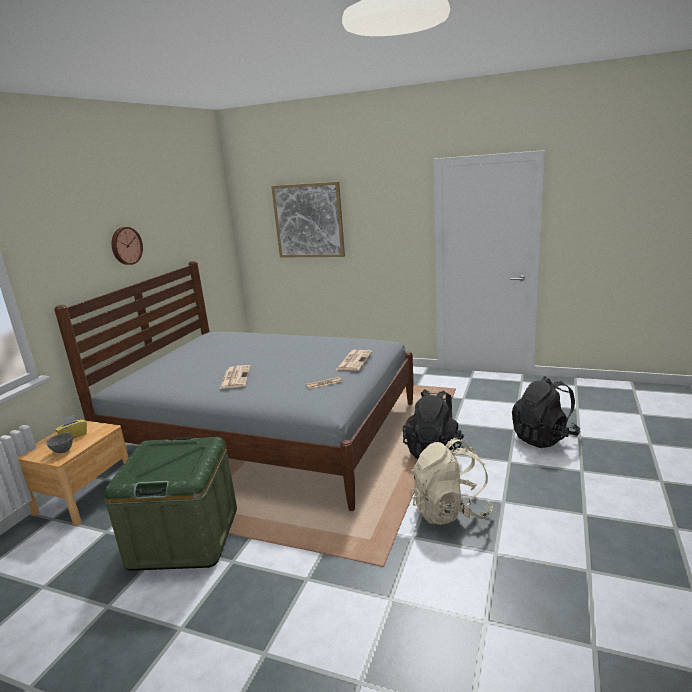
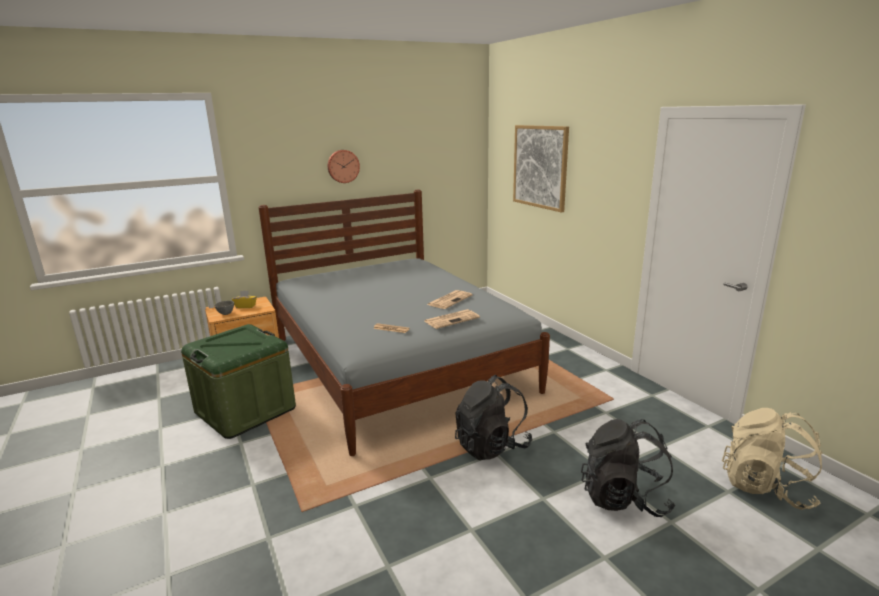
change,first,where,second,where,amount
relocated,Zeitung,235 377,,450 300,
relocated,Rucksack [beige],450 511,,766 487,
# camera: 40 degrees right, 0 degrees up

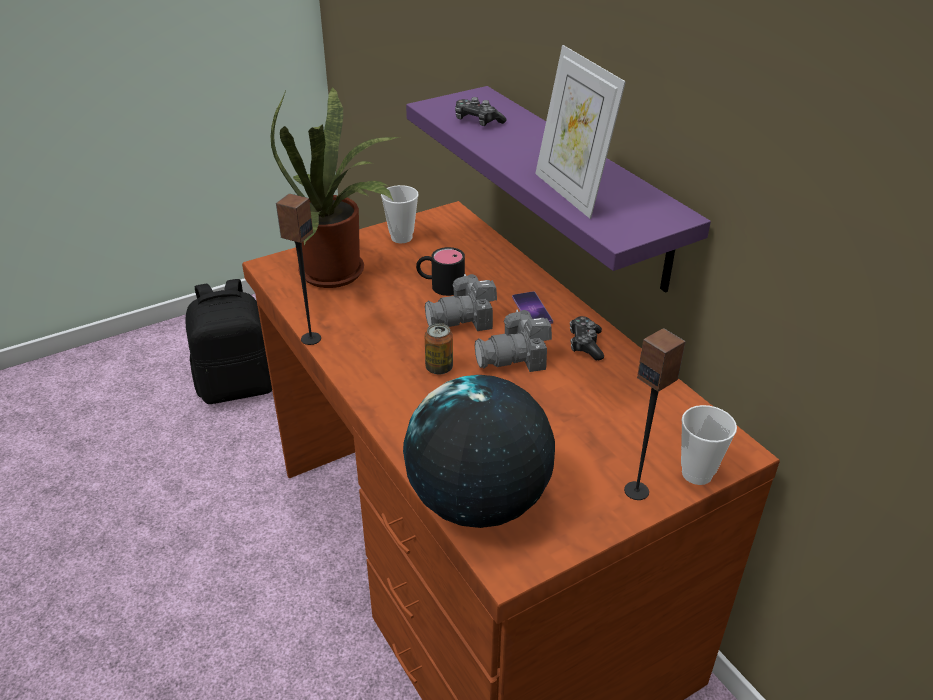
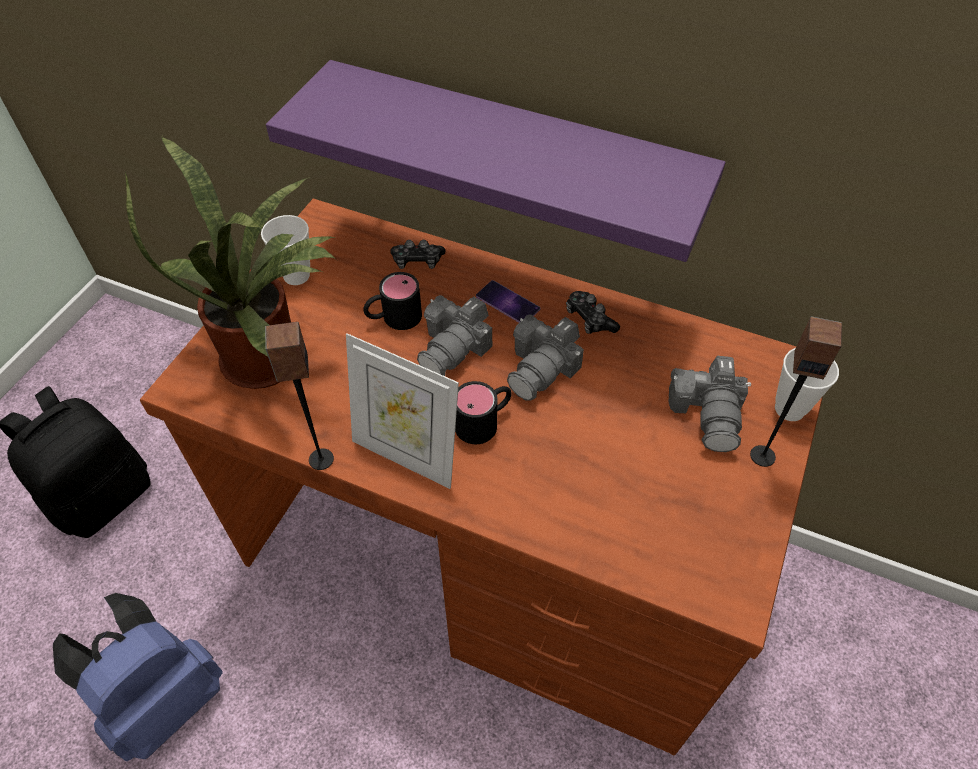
change,first,where,second,where,amount
relocated,Bilderrahmen,571 193,,406 455,
relocated,Gamepad,477 121,,417 261,
exchanged,Dose,439 368,Henkelbecher [schwarz],484 421,
missing,Globus,478 503,,,
appeared,,,Kamera,709 414,
appeared,,,Rucksack [blau],164 699,
# camera: 35 degrees left, 15 degrees up

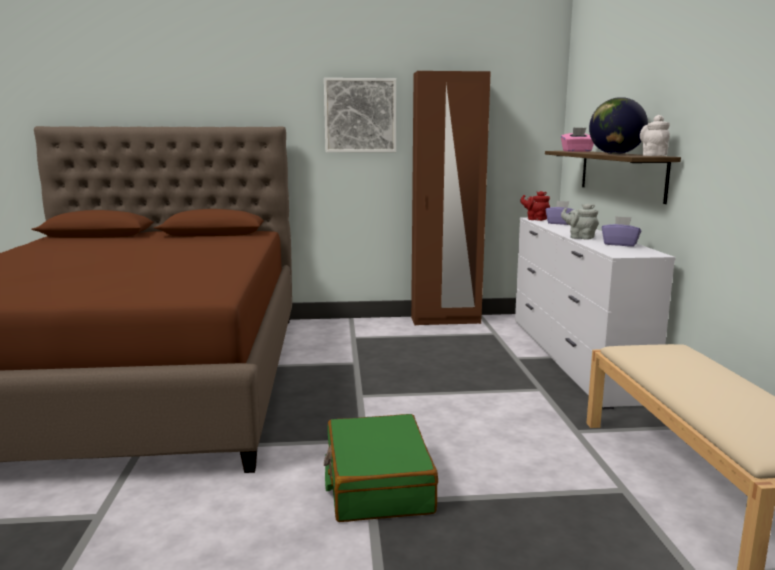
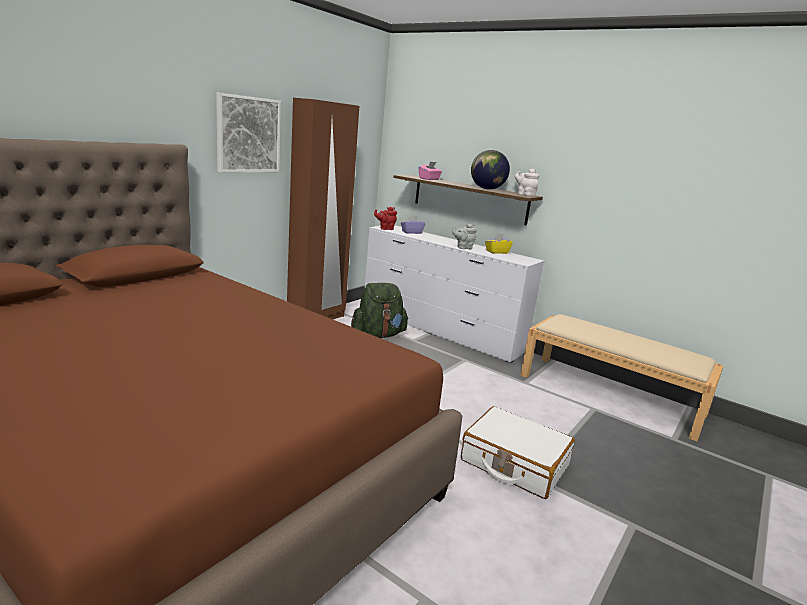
change,first,where,second,where,amount
colour,Taschentuchbox [lila],620 244,Taschentuchbox [gelb],497 252,
colour,Koffer [grün],377 483,Koffer [weiß],514 463,
appeared,,,Rucksack [grün],378 335,
# camera: 50 degrees left, 5 degrees up

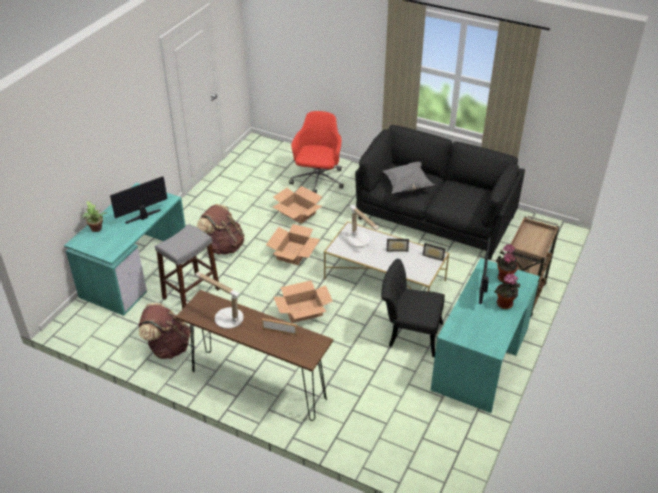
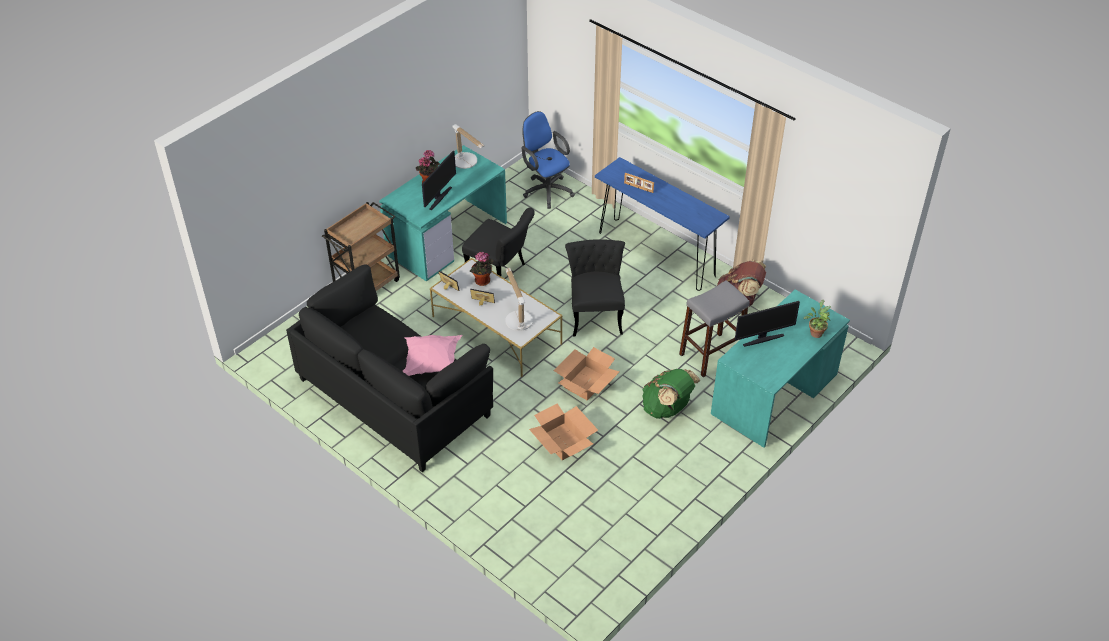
change,first,where,second,where,amount
missing,Bürostuhl [rot],318 180,,,
colour,Kissen [grau],406 186,Kissen [rosa],432 363,
colour,Rucksack [braun],223 246,Rucksack [grün],667 408,
relocated,Topfpflanze,504 277,,482 282,
relocated,Tischlampe,226 317,,466 163,
exchanged,Karton,303 310,Stuhl [schwarz],595 313,
colour,Konsolentisch [braun],258 385,Konsolentisch [blau],656 254,
appeared,,,Bürostuhl [blau],546 190,
# camera: 165 degrees left, 5 degrees up

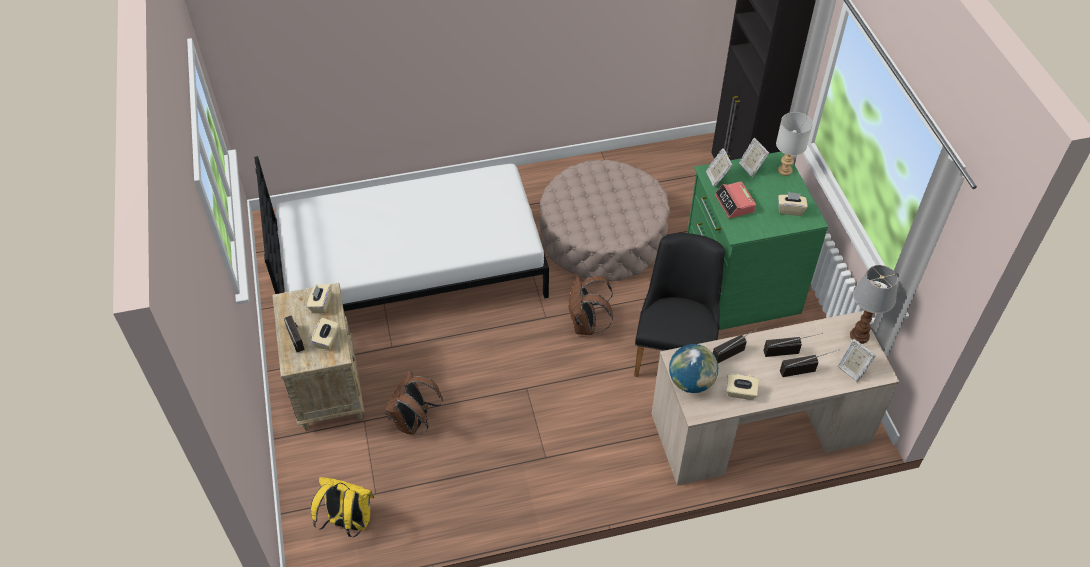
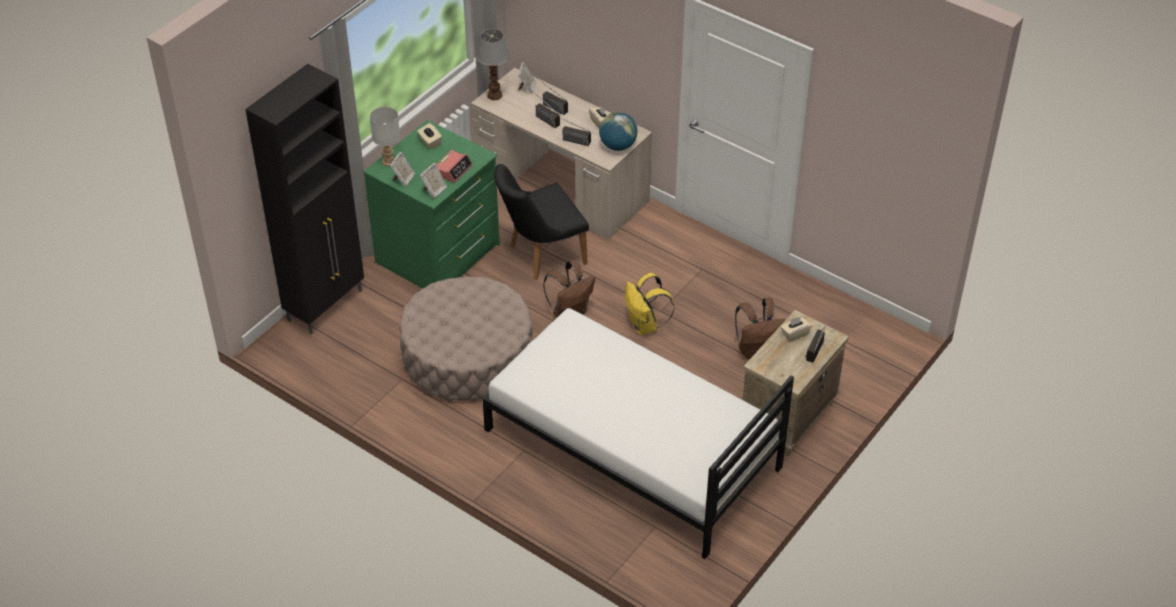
change,first,where,second,where,amount
missing,Taschentuchbox [beige],321 303,,,
relocated,Rucksack [gelb],348 522,,645 325,
# camera: 130 degrees left, 5 degrees down

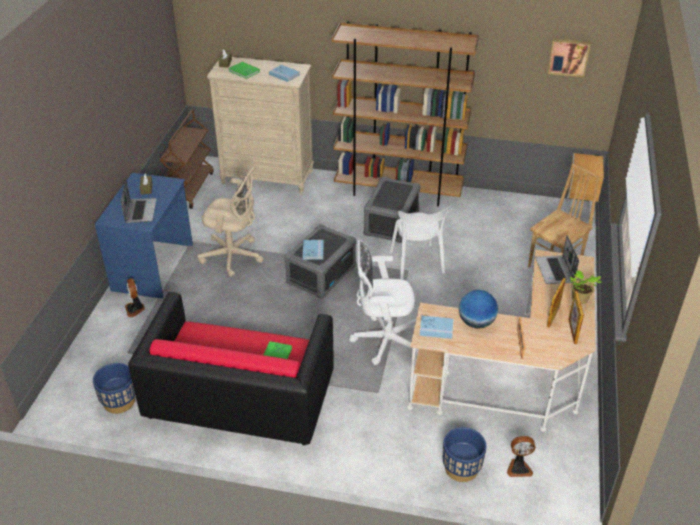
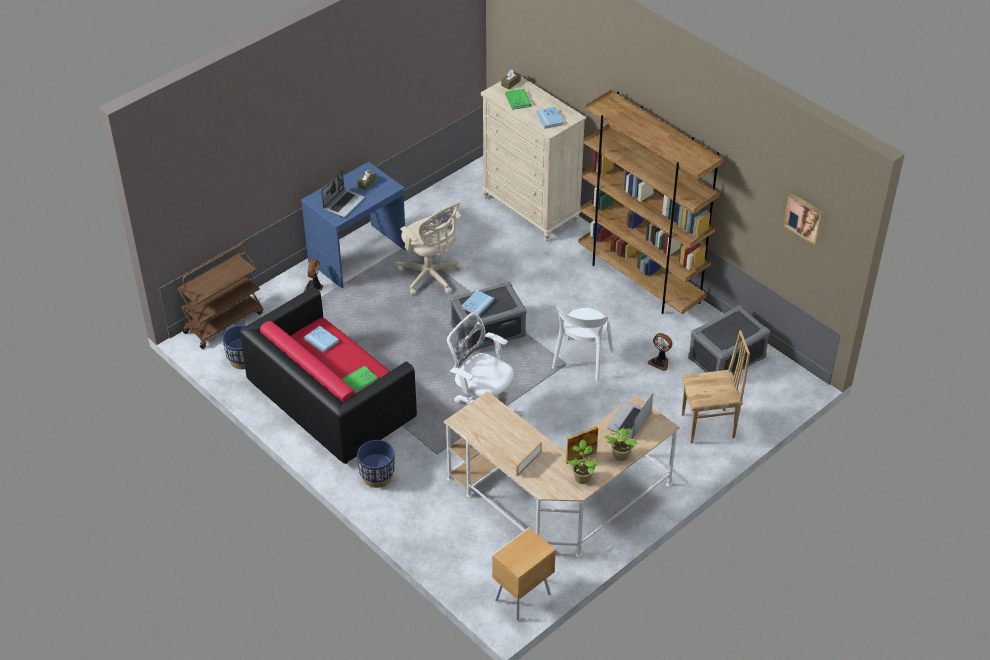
change,first,where,second,where,amount
relocated,Rollwagen [braun],190 188,,224 322,
relocated,Nachttisch [braun],577 213,,521 598,
relocated,Aufbewahrungsbox [grau],391 223,,726 358,
missing,Globus,476 323,,,
exchanged,Bilderrahmen,572 331,Topfpflanze,582 477,
relocated,Buch [blau],436 328,,321 340,
relocated,Pflanzkübel [blau],461 468,,377 476,
relocated,Ventilator,518 467,,660 362,
# camera: 35 degrees right, 5 degrees up

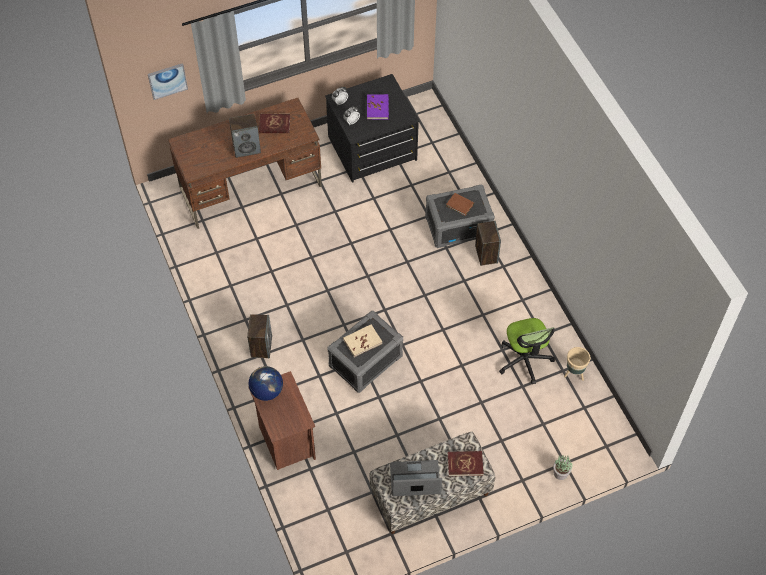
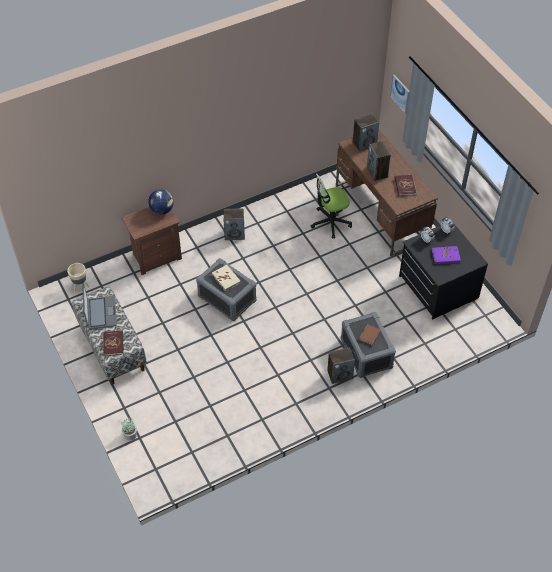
change,first,where,second,where,amount
relocated,Bürostuhl,524 360,,330 222,
relocated,Pflanzkübel [beige],574 374,,80 286,
appeared,,,Lautsprecher,364 143,
# camera: 85 degrees right, 5 degrees down

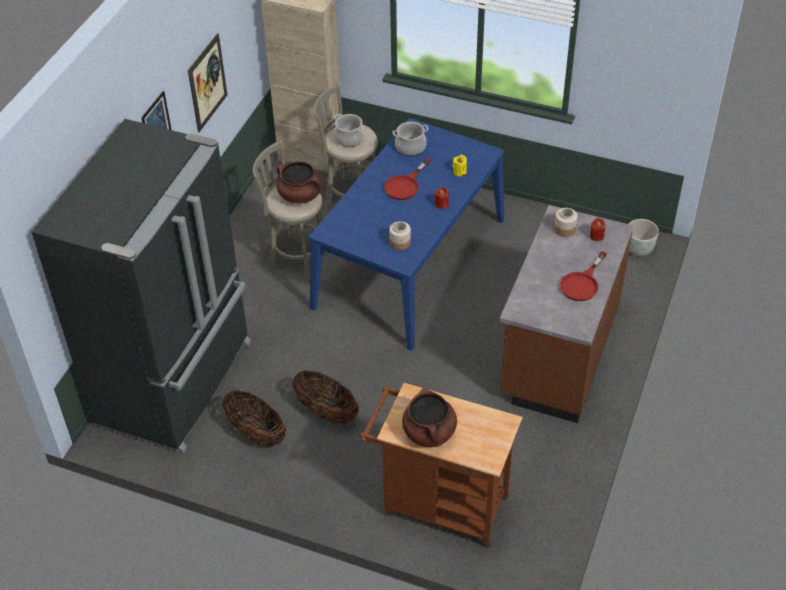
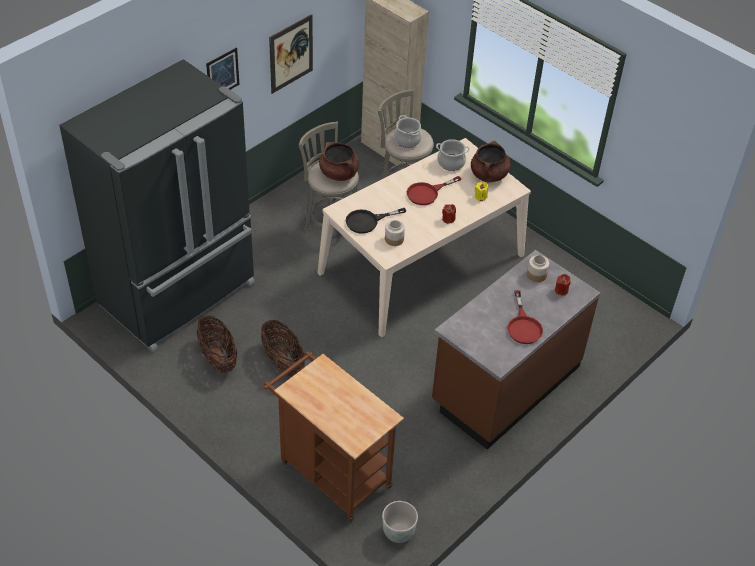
change,first,where,second,where,amount
colour,Esstisch [blau],410 262,Esstisch [beige],421 264,
relocated,Pflanzkübel [grau],638 249,,398 532,
spun,Pfanne [rot],582 283,,523 326,60 degrees counterclockwise
relocated,Kochtopf [braun],429 432,,489 175,
appeared,,,Pfanne [schwarz],367 221,
# camera: 20 degrees right, 0 degrees up

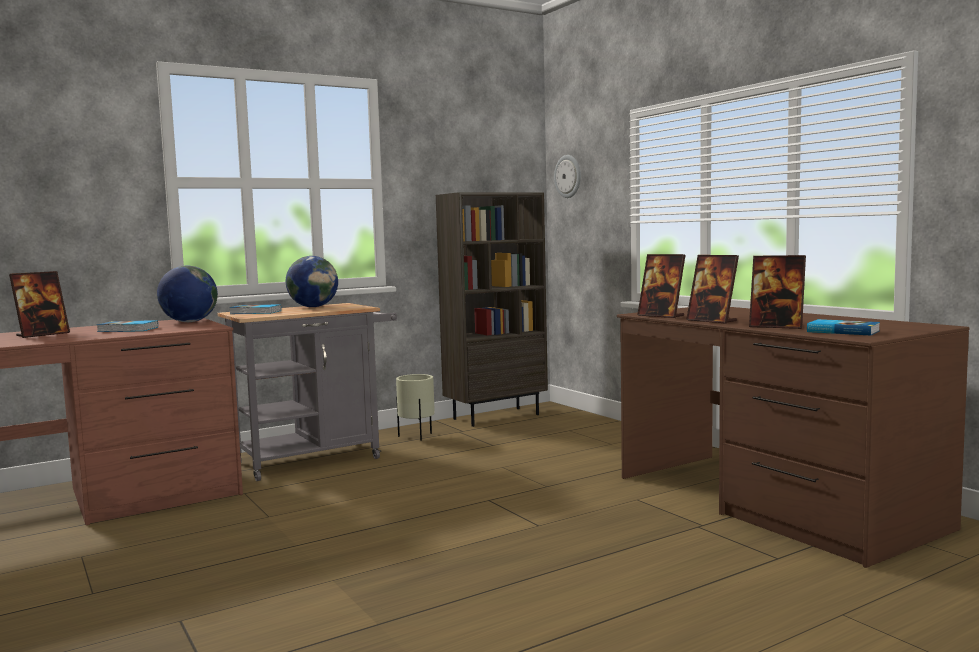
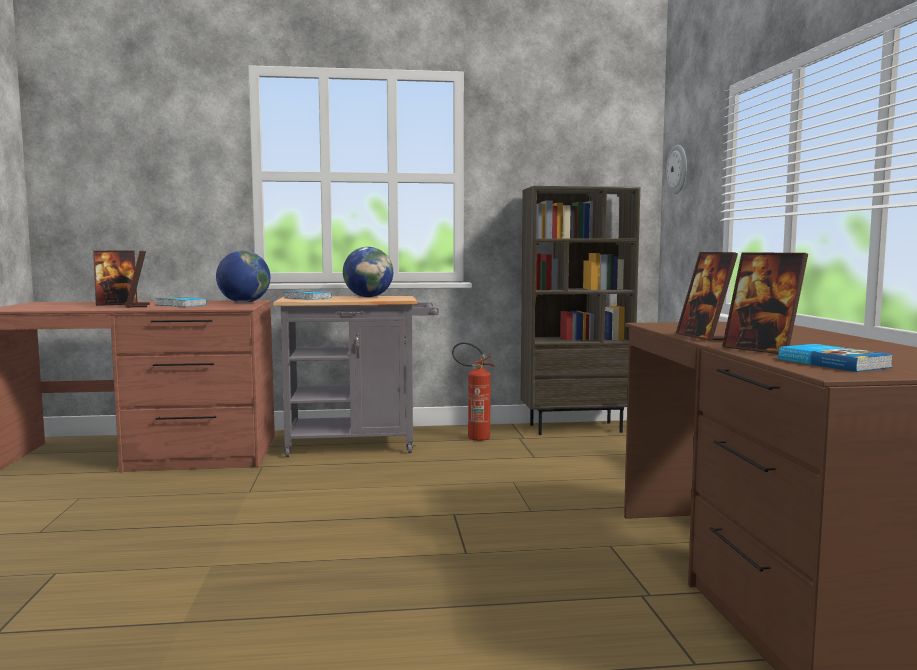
change,first,where,second,where,amount
relocated,Bilderrahmen,661 316,,137 306,
exchanged,Pflanzkübel [beige],417 437,Feuerlöscher,473 438,
# camera: 25 degrees right, 0 degrees up

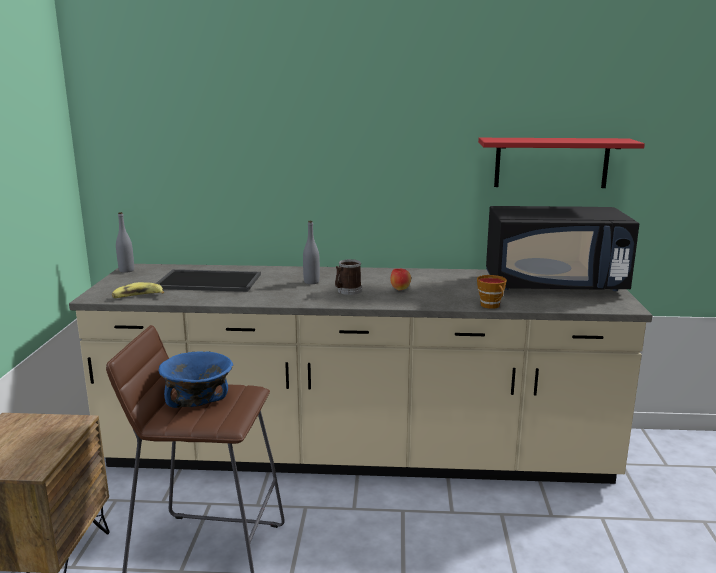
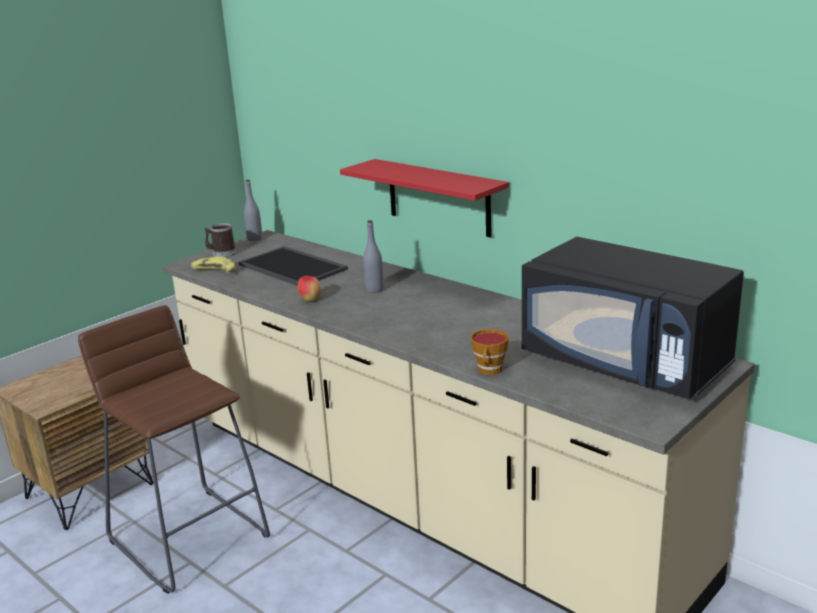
change,first,where,second,where,amount
relocated,Wandregal [rot],551 162,,438 197,
relocated,Henkelbecher,347 291,,221 254,
relocated,Apfel,400 289,,310 300,
missing,Schüssel [blau],197 400,,,
# camera: 40 degrees right, 5 degrees up

